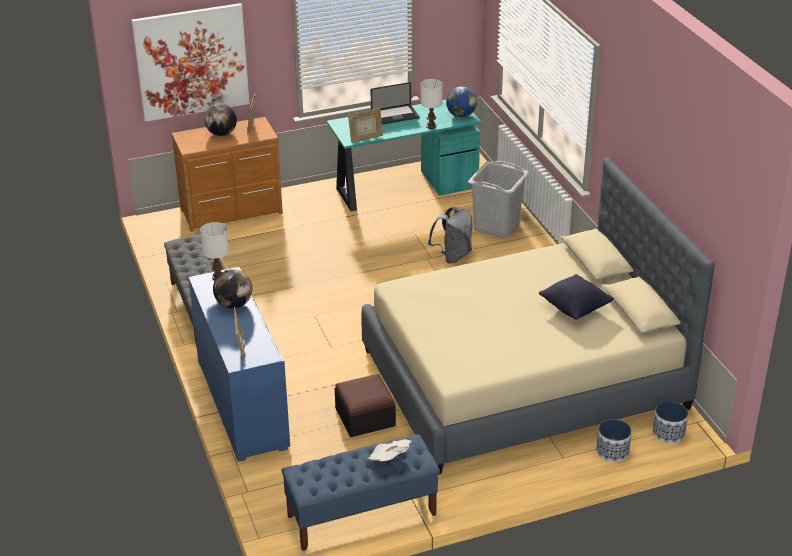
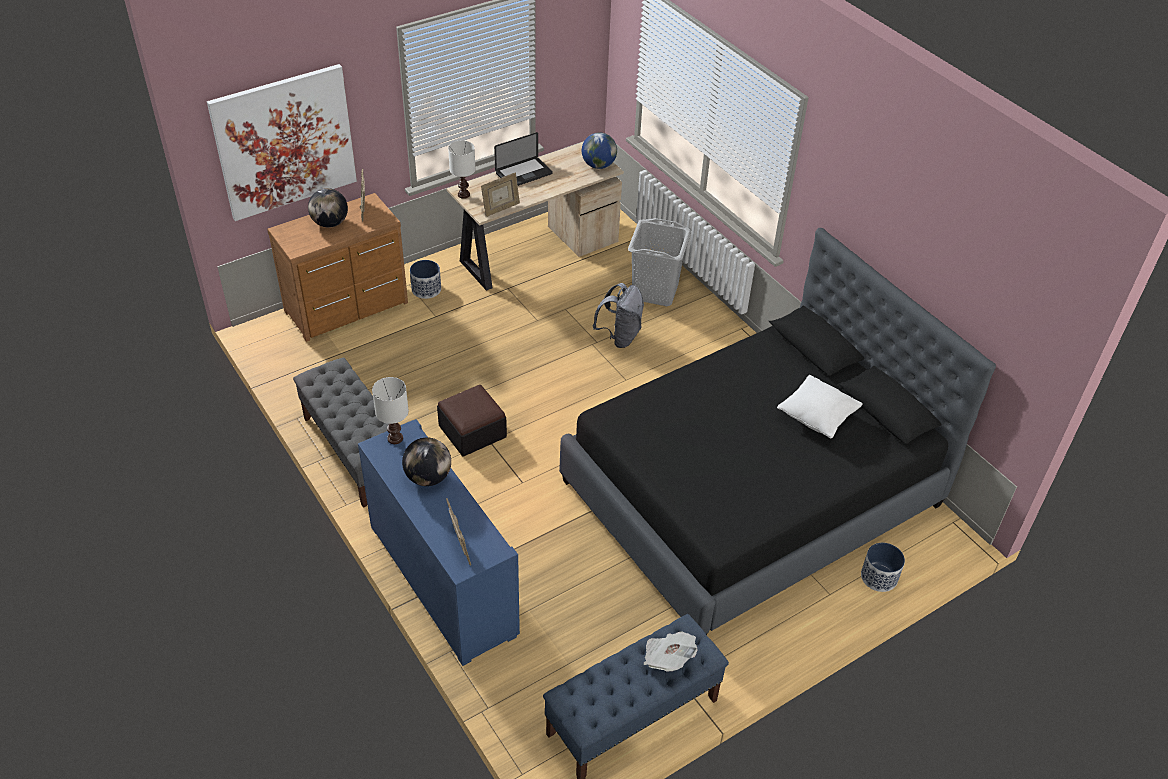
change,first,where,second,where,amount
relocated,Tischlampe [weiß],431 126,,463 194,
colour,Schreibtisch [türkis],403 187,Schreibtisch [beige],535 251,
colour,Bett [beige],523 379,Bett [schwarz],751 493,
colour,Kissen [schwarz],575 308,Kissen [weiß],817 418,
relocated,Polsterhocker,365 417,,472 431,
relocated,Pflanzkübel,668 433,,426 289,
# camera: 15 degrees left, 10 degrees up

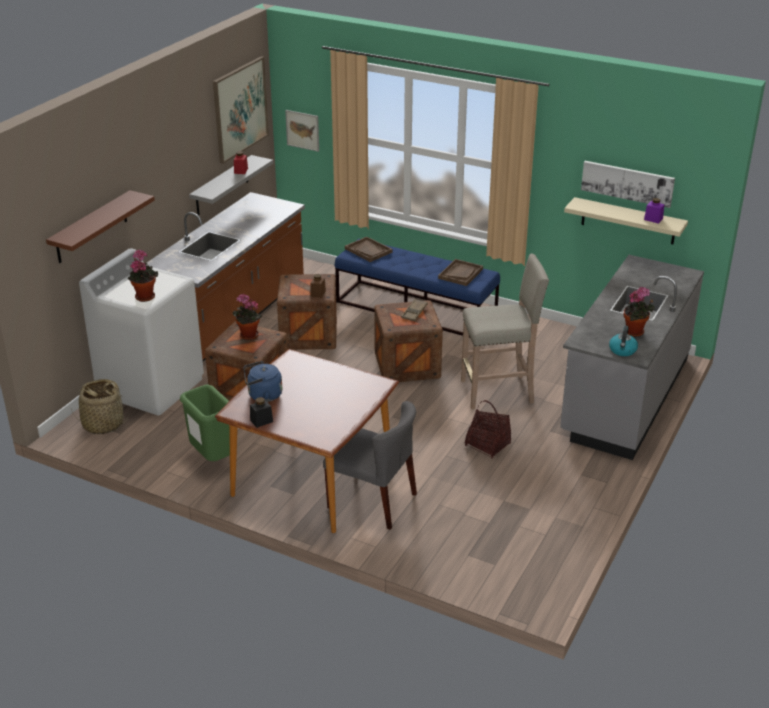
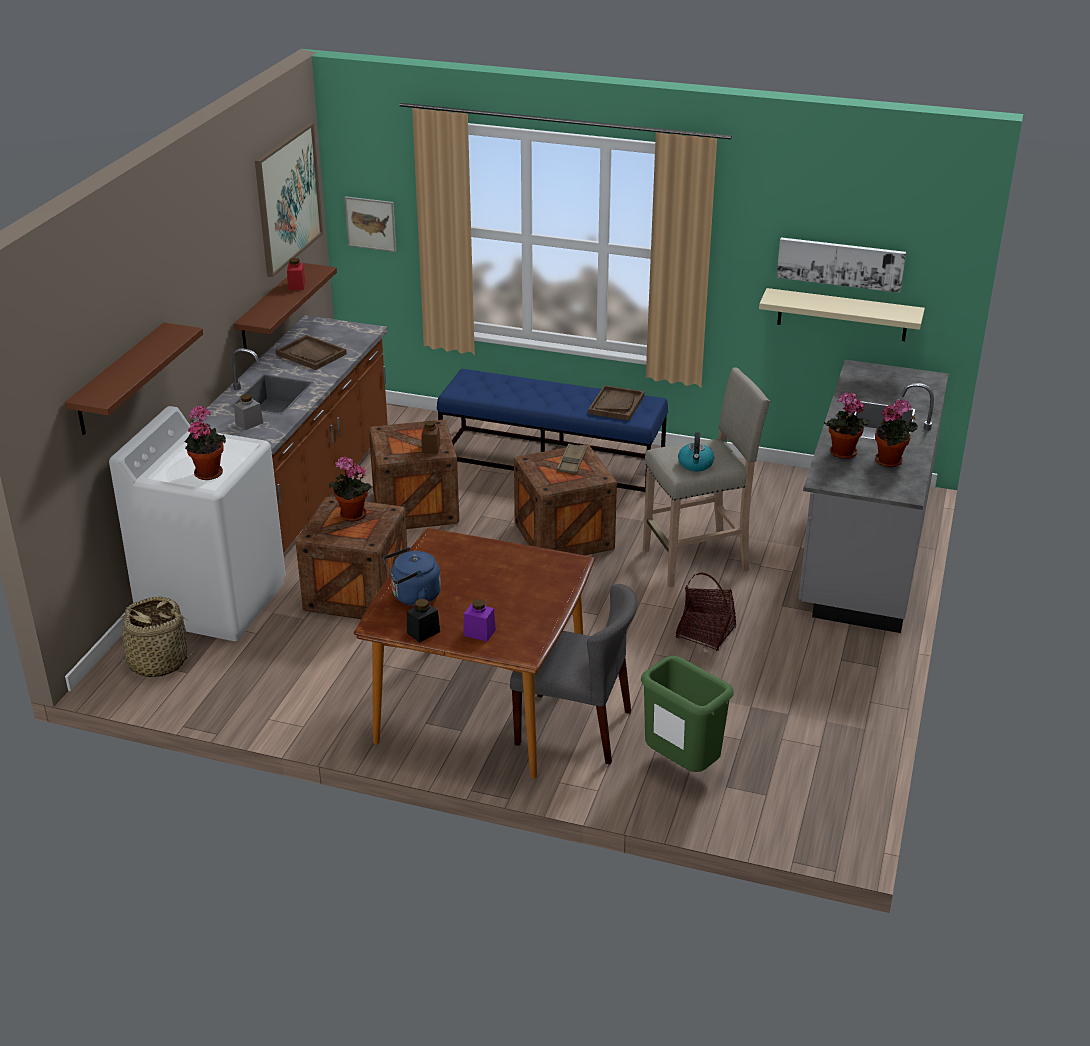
change,first,where,second,where,amount
colour,Wandregal [grau],222 186,Wandregal [braun],271 308,
relocated,Vorratsglas [lila],653 219,,479 632,
relocated,Tablett [braun],368 250,,311 354,
relocated,Wasserkessel,622 350,,695 464,
relocated,Mülleimer [grün],212 458,,680 766,
appeared,,,Topfpflanze,842 454,
appeared,,,Vorratsglas [grau],249 423,
# camera: 10 degrees left, 0 degrees up

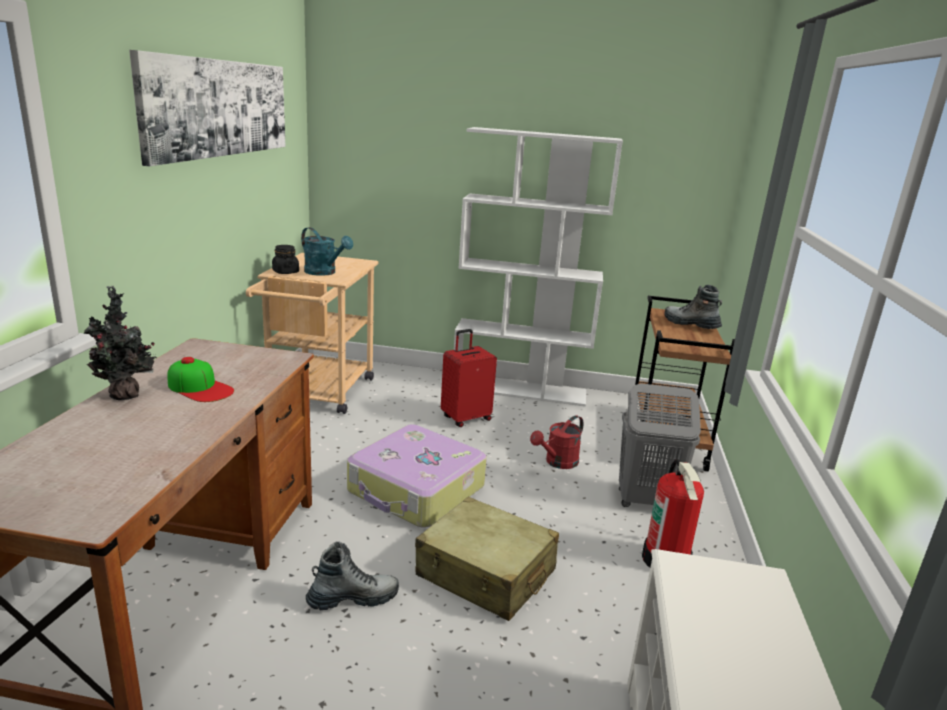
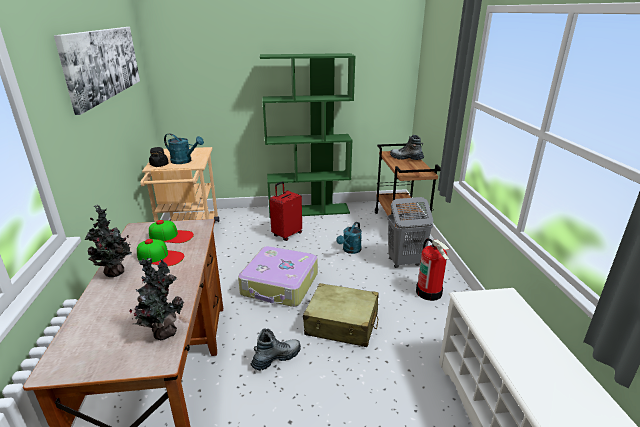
change,first,where,second,where,amount
colour,Bücherregal [weiß],520 390,Bücherregal [grün],309 210,
colour,Gießkanne [rot],557 463,Gießkanne [türkis],350 250,
appeared,,,Kappe,171 236,
appeared,,,Topfpflanze,163 332,
# camera: 15 degrees left, 5 degrees up

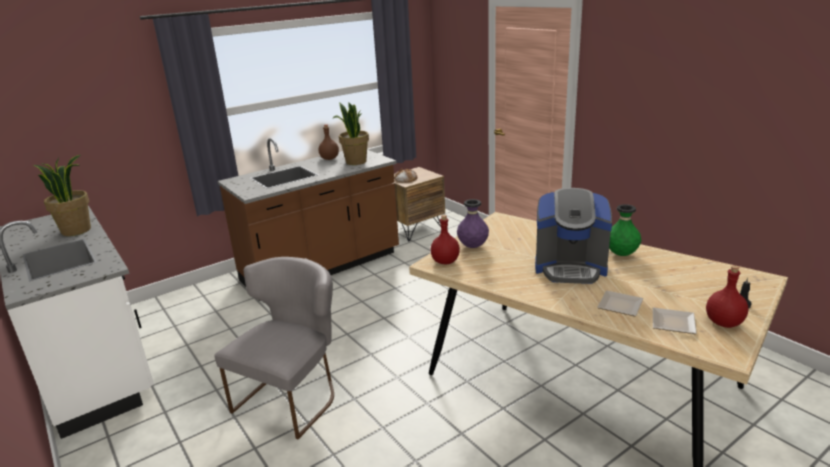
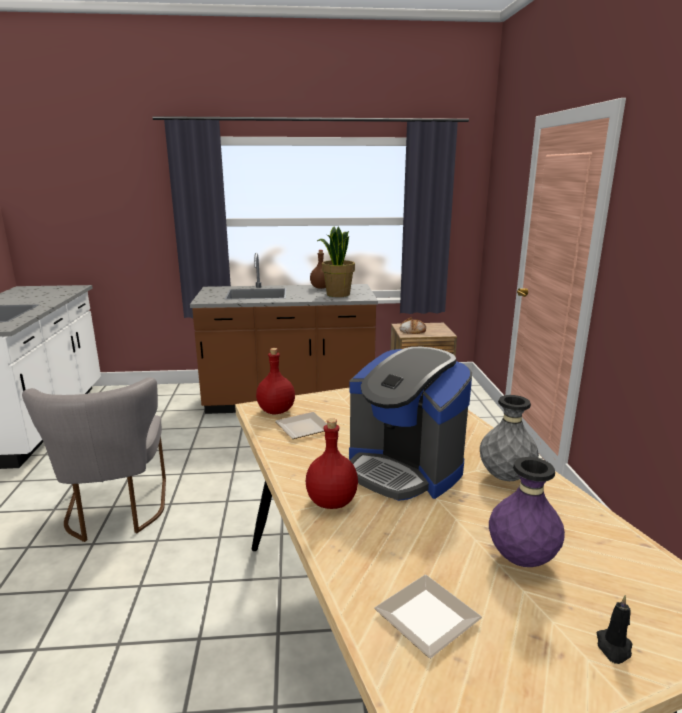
change,first,where,second,where,amount
missing,Topfpflanze,77 230,,,
relocated,Vase [lila],473 246,,521 559,
colour,Vase [grün],621 254,Vase [grau],505 477,
spun,Stuhl [grau],293 396,,115 513,105 degrees clockwise
relocated,Flasche [rot],724 323,,332 502,
relocated,Teller,619 305,,304 427,
# camera: 30 degrees right, 5 degrees down

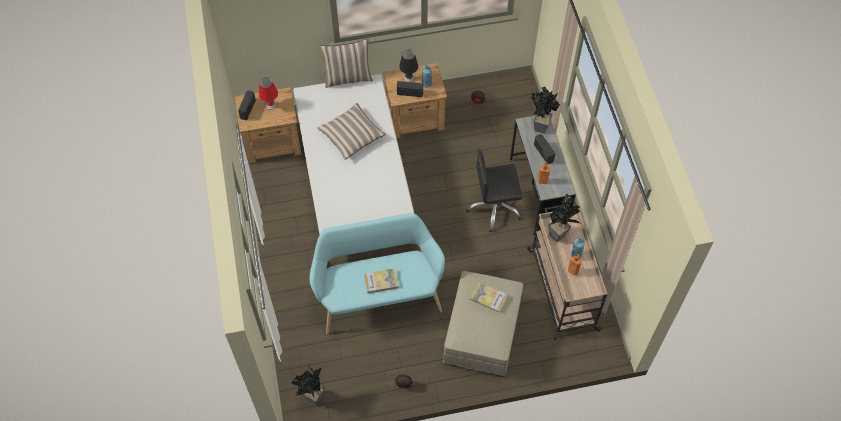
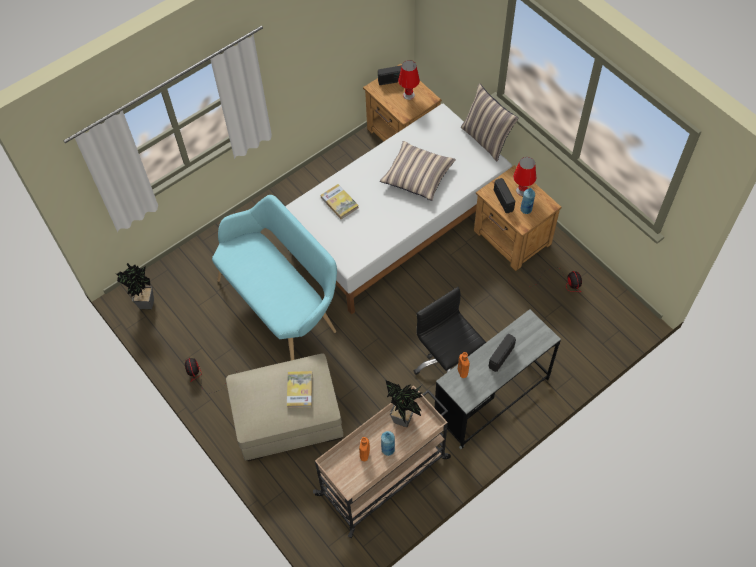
change,first,where,second,where,amount
colour,Tischlampe [schwarz],409 78,Tischlampe [rot],522 190,
missing,Topfpflanze,539 126,,,
relocated,Buch,381 281,,339 202,
# camera: 65 degrees right, 0 degrees up

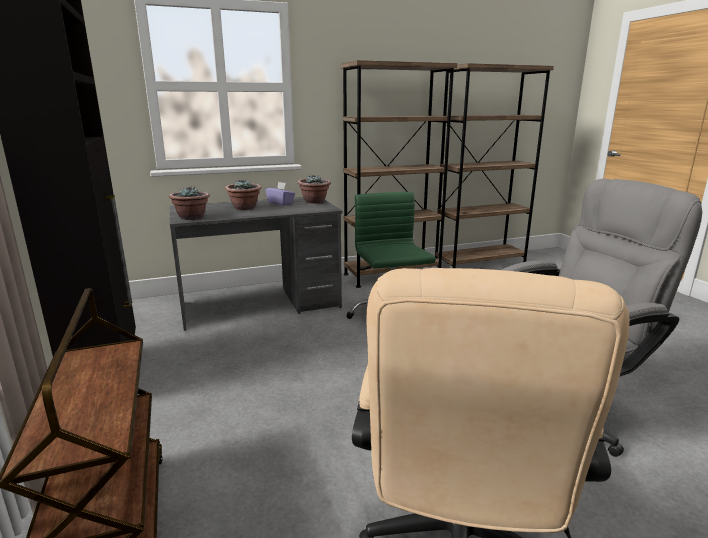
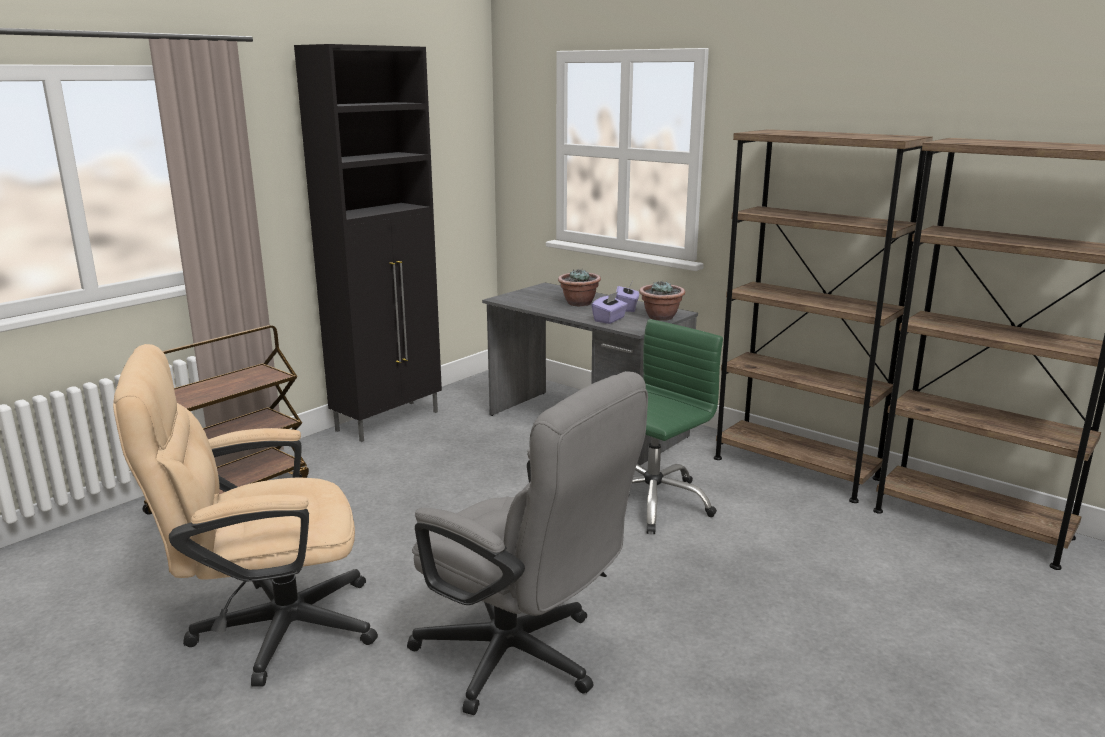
change,first,where,second,where,amount
missing,Topfpflanze,192 218,,,
appeared,,,Taschentuchbox [lila],609 320,
# camera: 60 degrees right, 0 degrees up

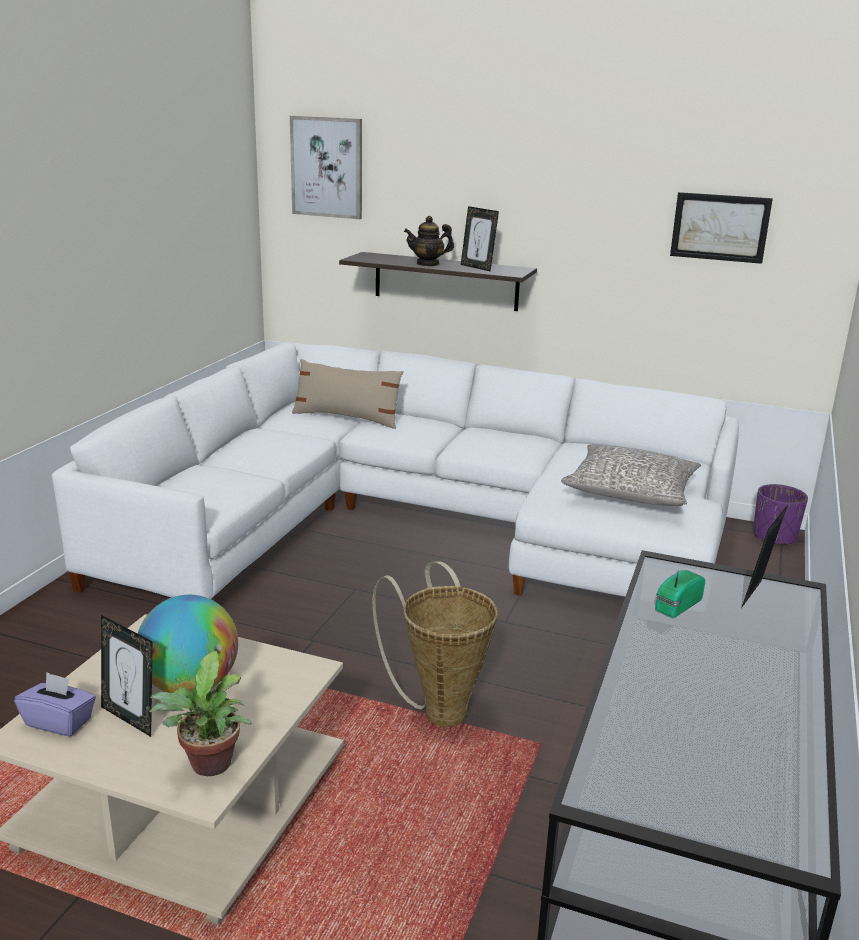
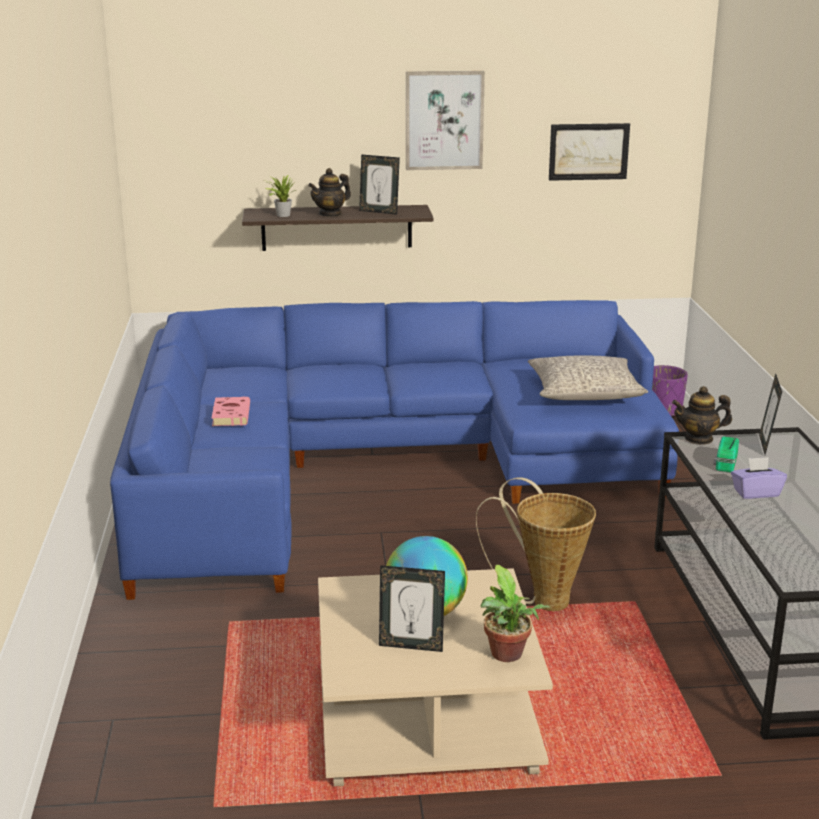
change,first,where,second,where,amount
relocated,Bild,327 167,,444 120,
colour,Sofa [weiß],417 525,Sofa [blau],376 467,
missing,Kissen [beige],347 418,,,
relocated,Taschentuchbox [lila],59 722,,756 493,
appeared,,,Topfpflanze,281 215,
appeared,,,Teekanne,699 438,
appeared,,,Buch [rosa],231 414,
# camera: 25 degrees left, 0 degrees up

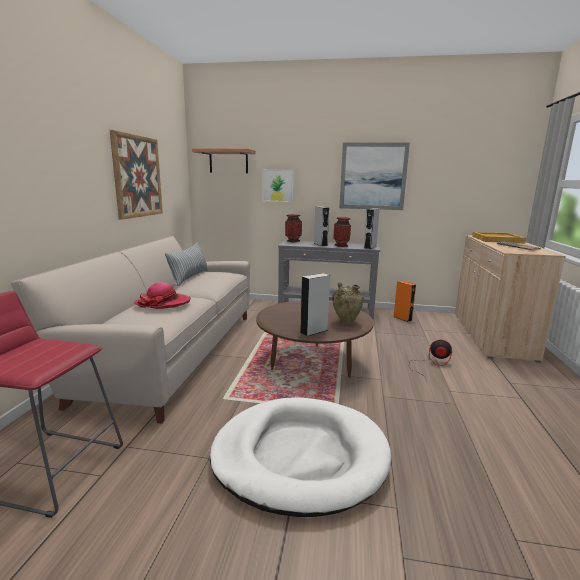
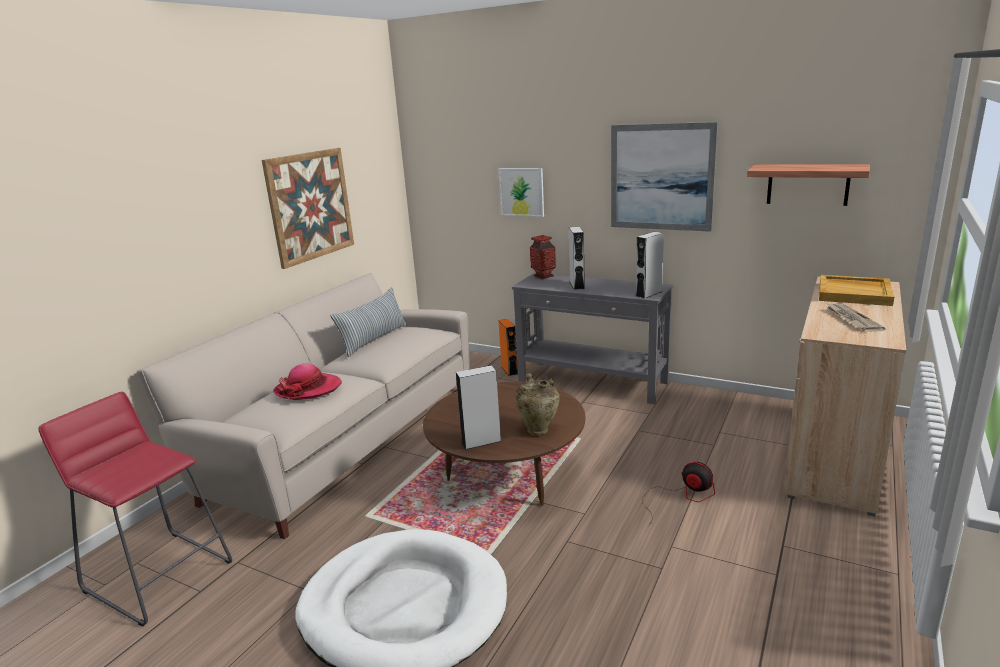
change,first,where,second,where,amount
relocated,Wandregal,228 161,,808 184,
missing,Vase,341 246,,,
relocated,Lautsprecher [orange],402 318,,509 370,
# camera: 20 degrees right, 5 degrees up

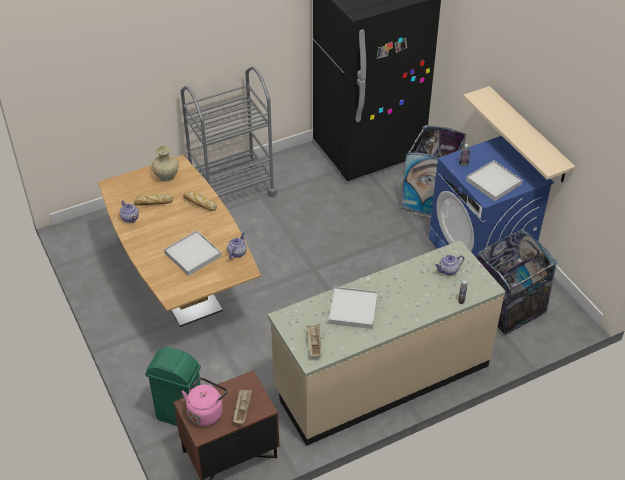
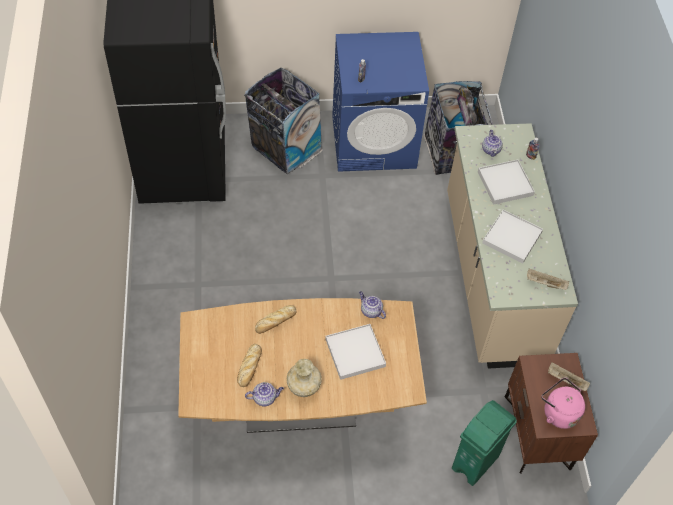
change,first,where,second,where,amount
missing,Rollwagen [grau],232 190,,,
missing,Wandregal [beige],528 135,,,
relocated,Vase [beige],167 176,,303 387,
relocated,Tablett [weiß],493 182,,505 183,
# camera: 70 degrees left, 10 degrees up

